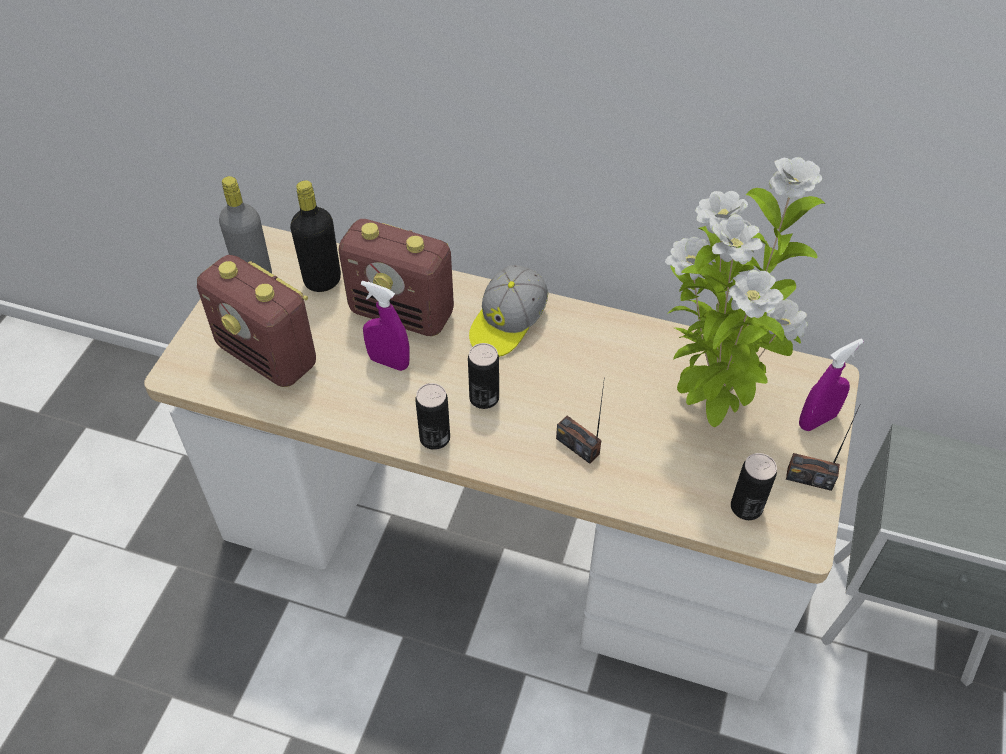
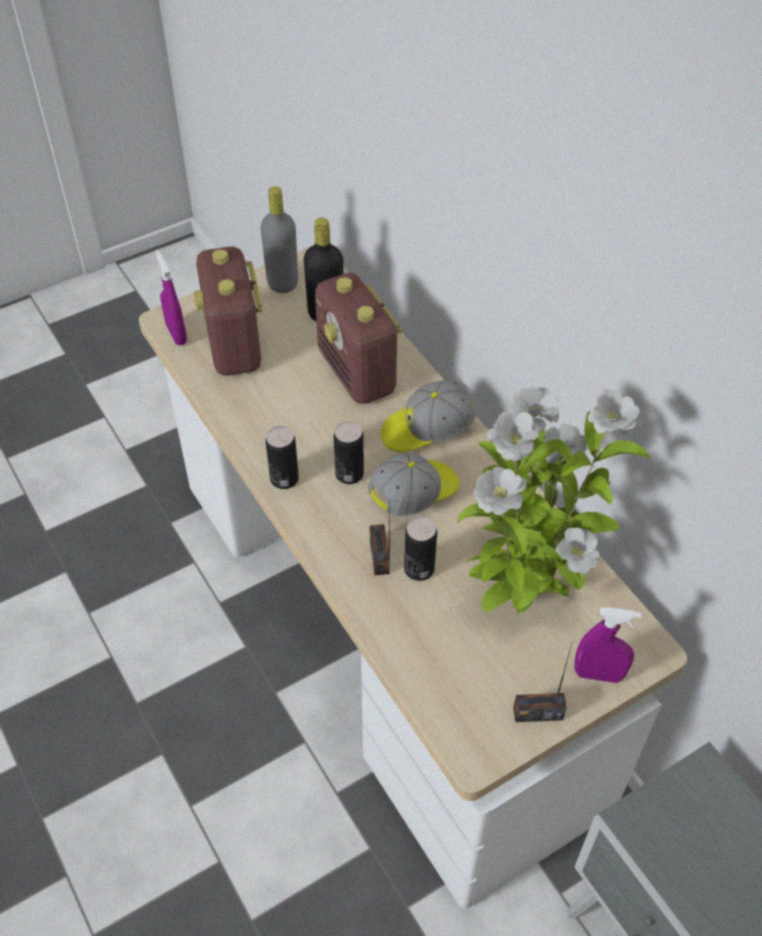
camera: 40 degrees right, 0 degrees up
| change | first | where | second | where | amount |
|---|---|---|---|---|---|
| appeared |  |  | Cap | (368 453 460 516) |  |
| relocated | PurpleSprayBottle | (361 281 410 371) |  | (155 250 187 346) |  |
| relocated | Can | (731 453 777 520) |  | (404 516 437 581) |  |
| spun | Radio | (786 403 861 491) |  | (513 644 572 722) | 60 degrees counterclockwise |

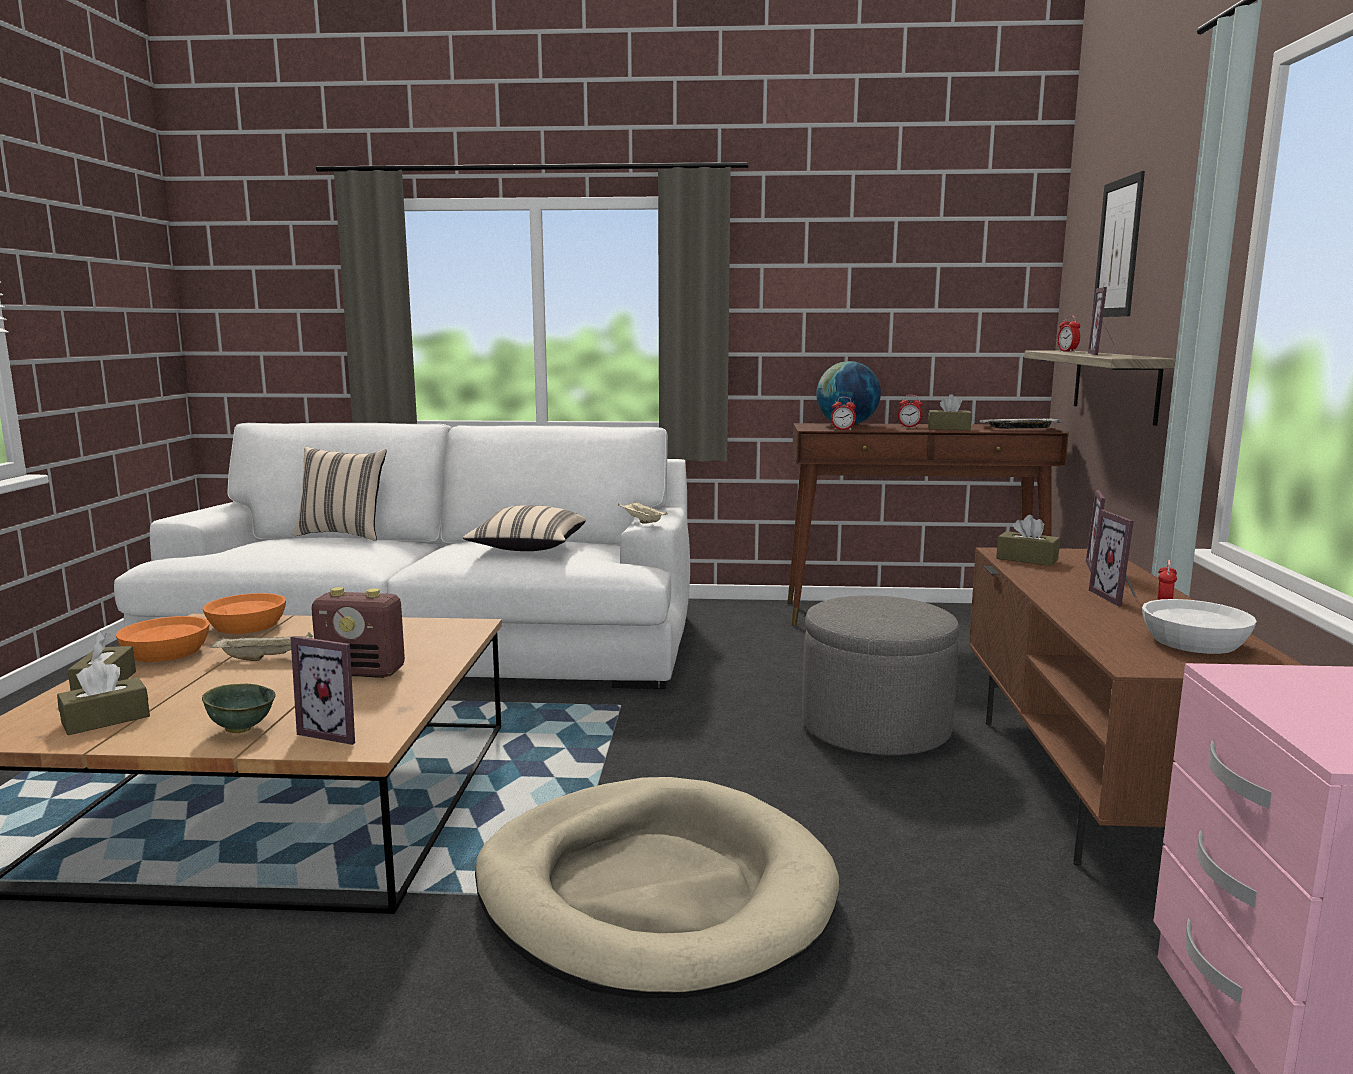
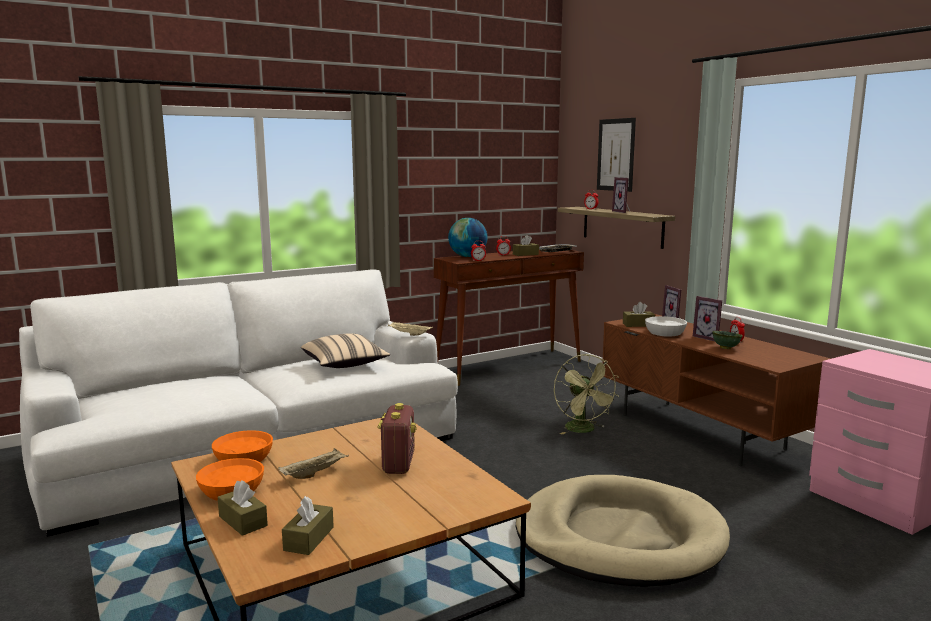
camera: 35 degrees left, 0 degrees up
| change | first | where | second | where | amount |
|---|---|---|---|---|---|
| missing | PictureFrame | (291 636 355 745) |  |  |  |
| missing | BeigePillow | (293 447 387 541) |  |  |  |
| relocated | GreenBowl | (202 684 275 733) |  | (712 331 743 349) |  |
| relocated | WhiteBowl | (1142 599 1257 654) |  | (645 316 687 337) |  |
| exchanged | GreyOttoman | (802 595 960 755) | GreenFan | (554 354 619 434) |  |
| spun | Radio | (311 587 405 678) |  | (378 403 416 474) | 60 degrees counterclockwise |

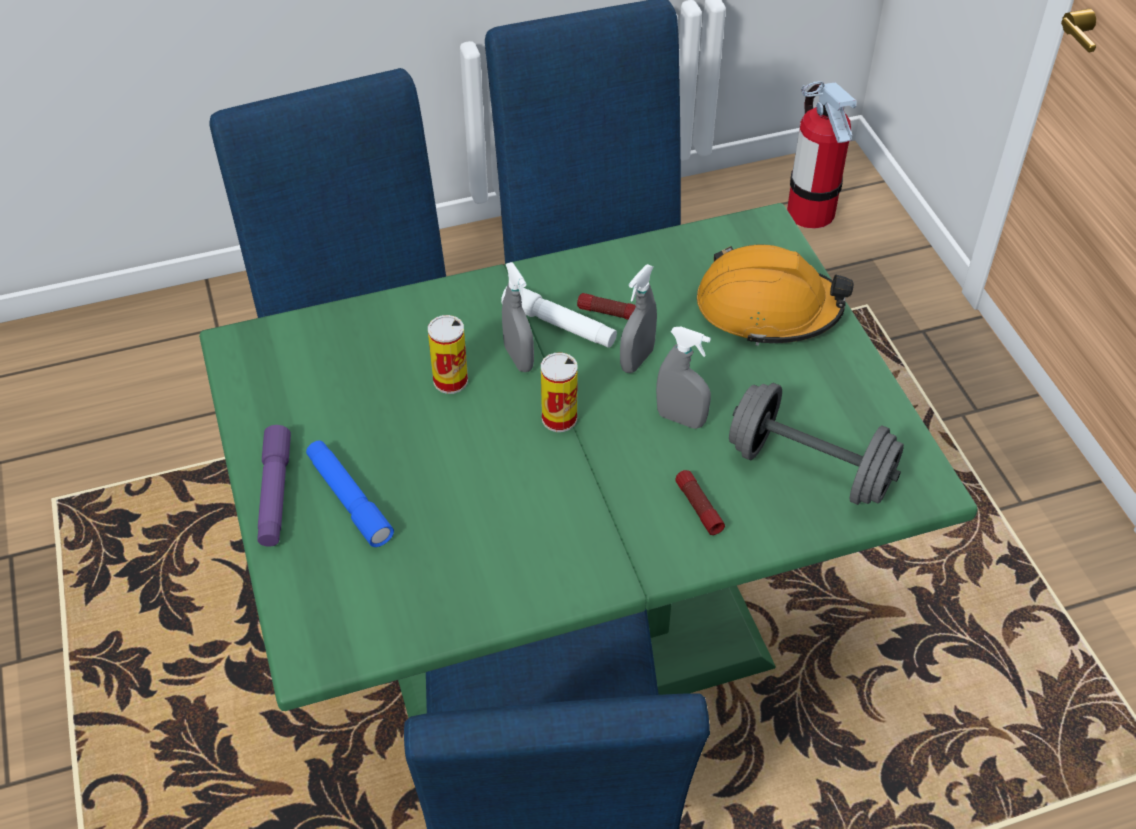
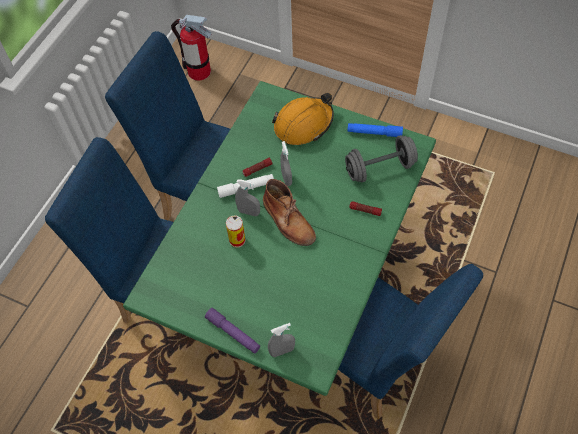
camera: 45 degrees left, 10 degrees up
| change | first | where | second | where | amount |
|---|---|---|---|---|---|
| relocated | BlueFlashlight | (306 440 394 547) |  | (347 123 403 137) |  |
| relocated | GreySprayBottle | (656 327 711 429) |  | (268 323 295 357) |  |
| exchanged | Can | (541 353 578 432) | BrownBoot | (263 179 316 246) |  |

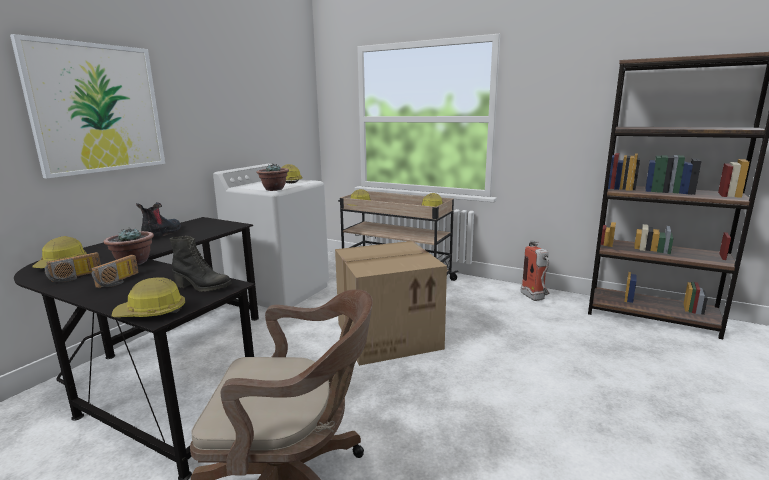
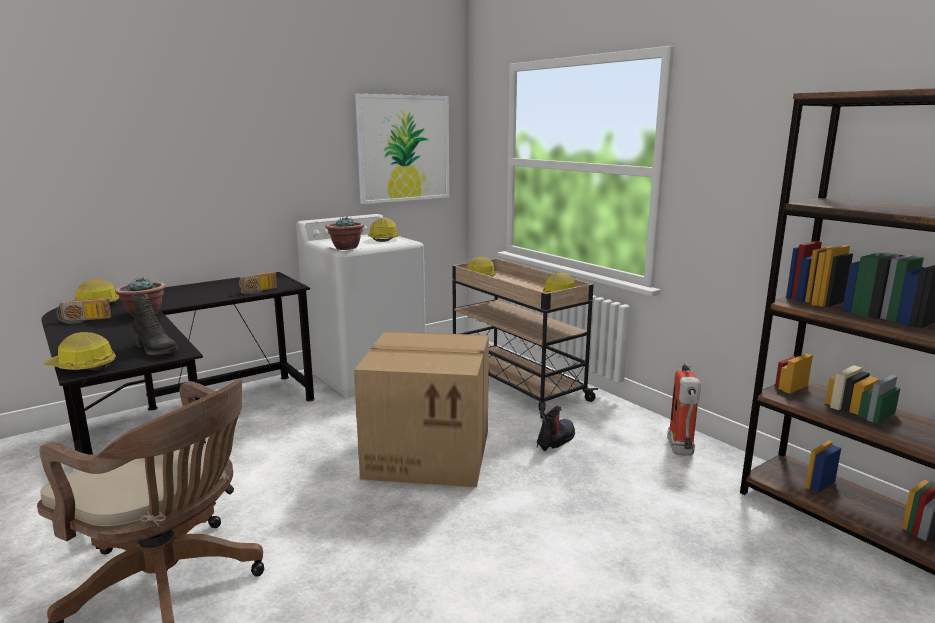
camera: 25 degrees right, 0 degrees up
| change | first | where | second | where | amount |
|---|---|---|---|---|---|
| relocated | Picture | (10 34 165 179) |  | (355 94 449 204) |  |
| relocated | Radio | (92 255 138 288) |  | (239 272 277 294) |  |
| relocated | Boot | (136 202 181 236) |  | (537 405 575 451) |  |

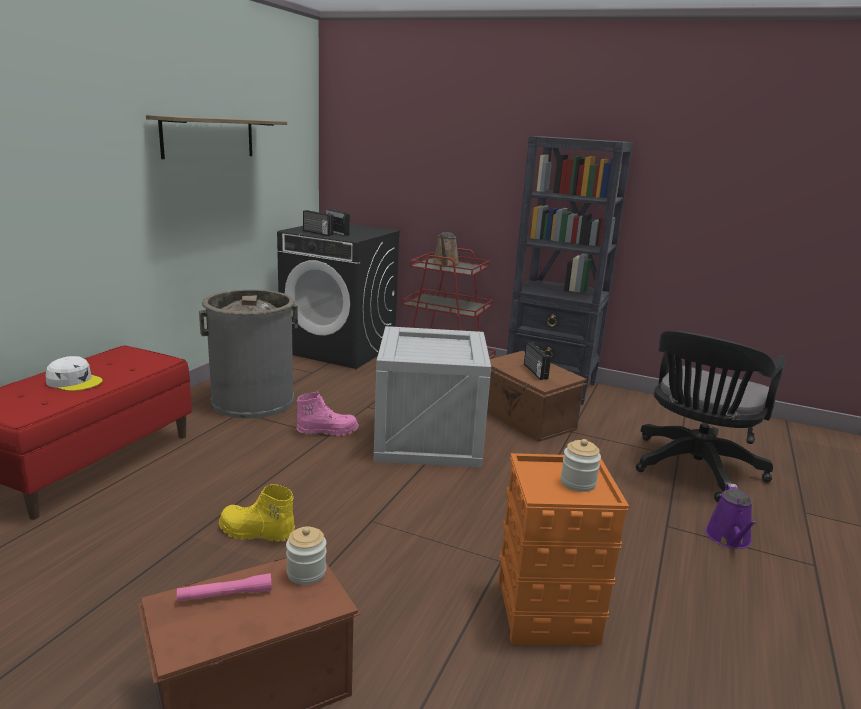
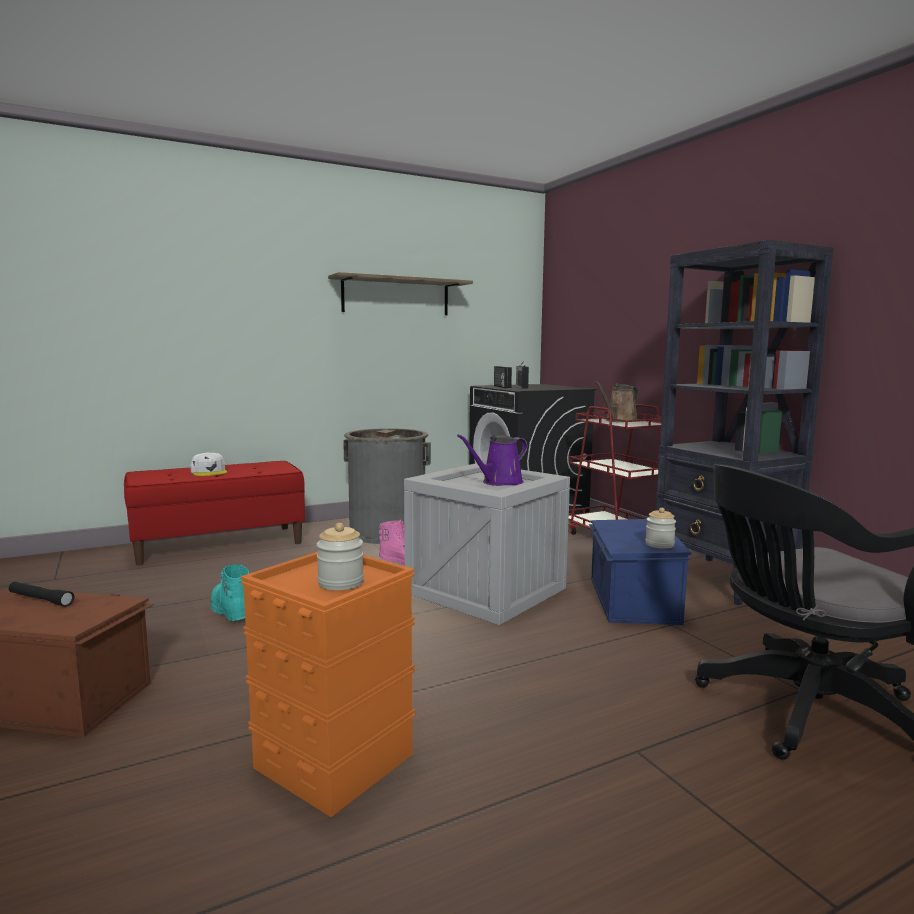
camera: 40 degrees right, 10 degrees down
| change | first | where | second | where | amount |
|---|---|---|---|---|---|
| missing | Radio | (524 342 551 380) |  |  |  |
| relocated | Jar | (286 526 326 585) |  | (645 508 676 549) |  |
| relocated | PurpleWateringCan | (705 483 756 549) |  | (457 435 527 486) |  |
| colour | PinkFlashlight | (177 573 272 602) | BlackFlashlight | (9 582 74 607) |  |
| colour | YellowBoot | (219 484 295 542) | TurquoiseBoot | (211 565 249 621) |  |
| colour | BrownStorageBox | (487 351 587 442) | BlueStorageBox | (589 519 692 625) |  |

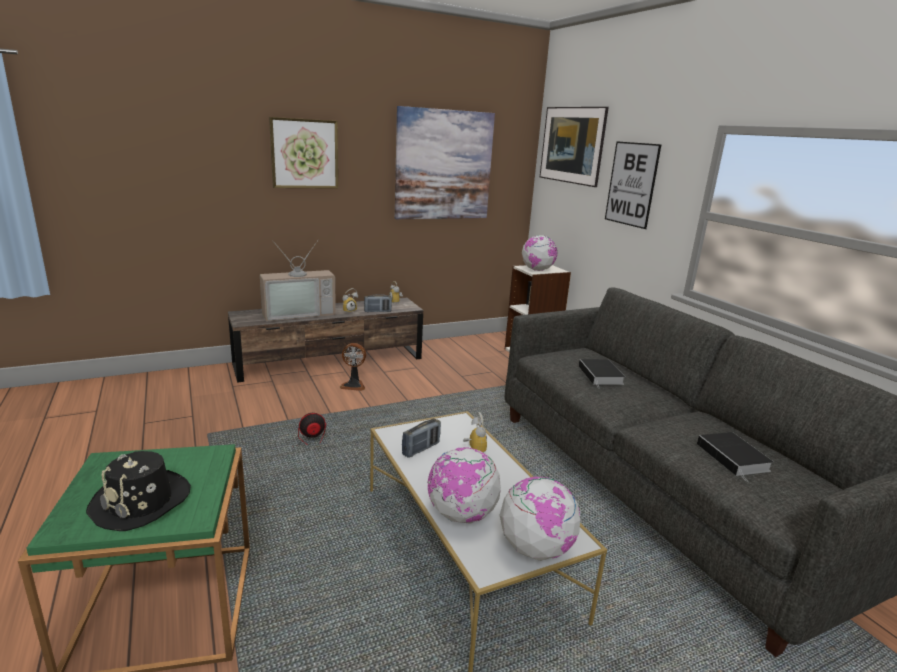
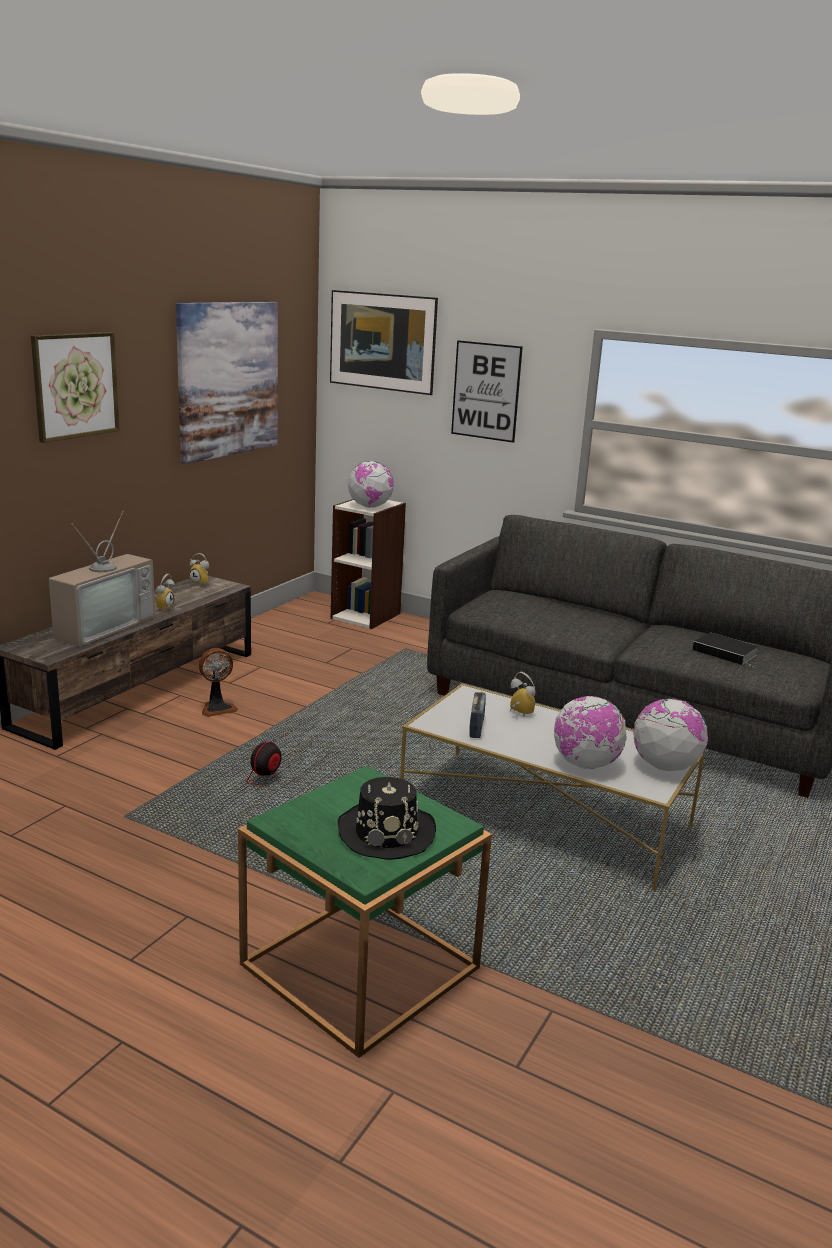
camera: 35 degrees left, 0 degrees up
| change | first | where | second | where | amount |
|---|---|---|---|---|---|
| missing | Radio | (364 294 392 312) |  |  |  |
| missing | Book | (579 359 625 388) |  |  |  |

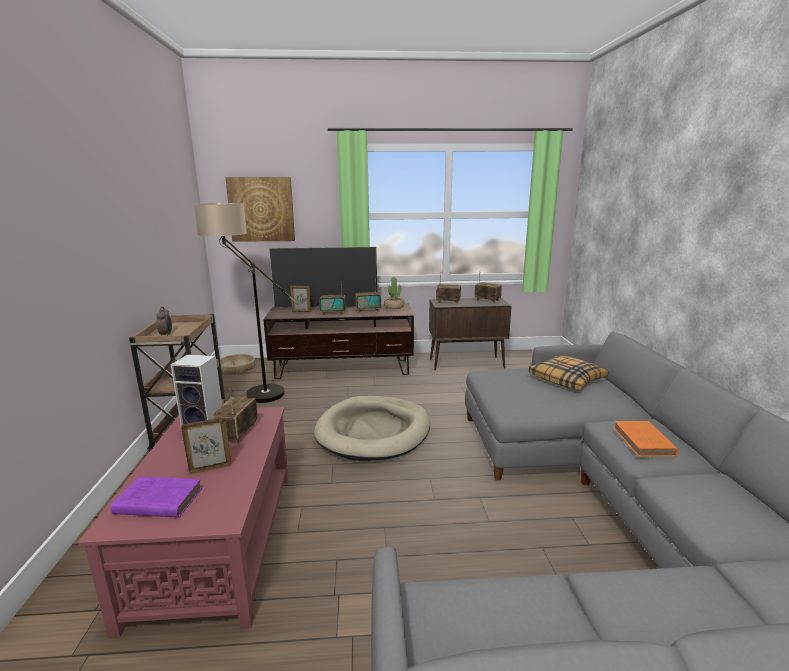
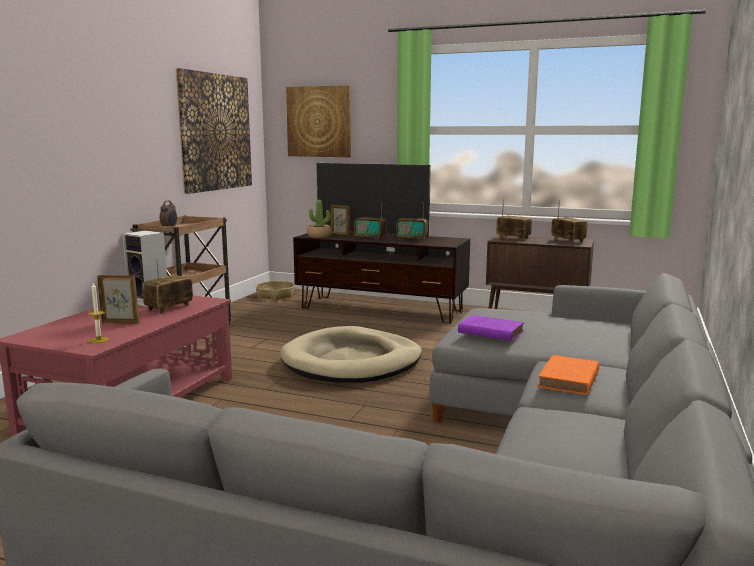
camera: 25 degrees right, 5 degrees down
| change | first | where | second | where | amount |
|---|---|---|---|---|---|
| missing | FloorLamp | (193 203 298 403) |  |  |  |
| missing | Pillow | (529 355 609 390) |  |  |  |
| appeared |  |  | Candle | (88 283 109 343) |  |
| appeared |  |  | Picture | (176 68 252 194) |  |
| relocated | PurpleBook | (111 476 202 518) |  | (458 315 524 341) |  |
| relocated | PottedPlant | (384 277 404 309) |  | (307 200 331 238) |  |

